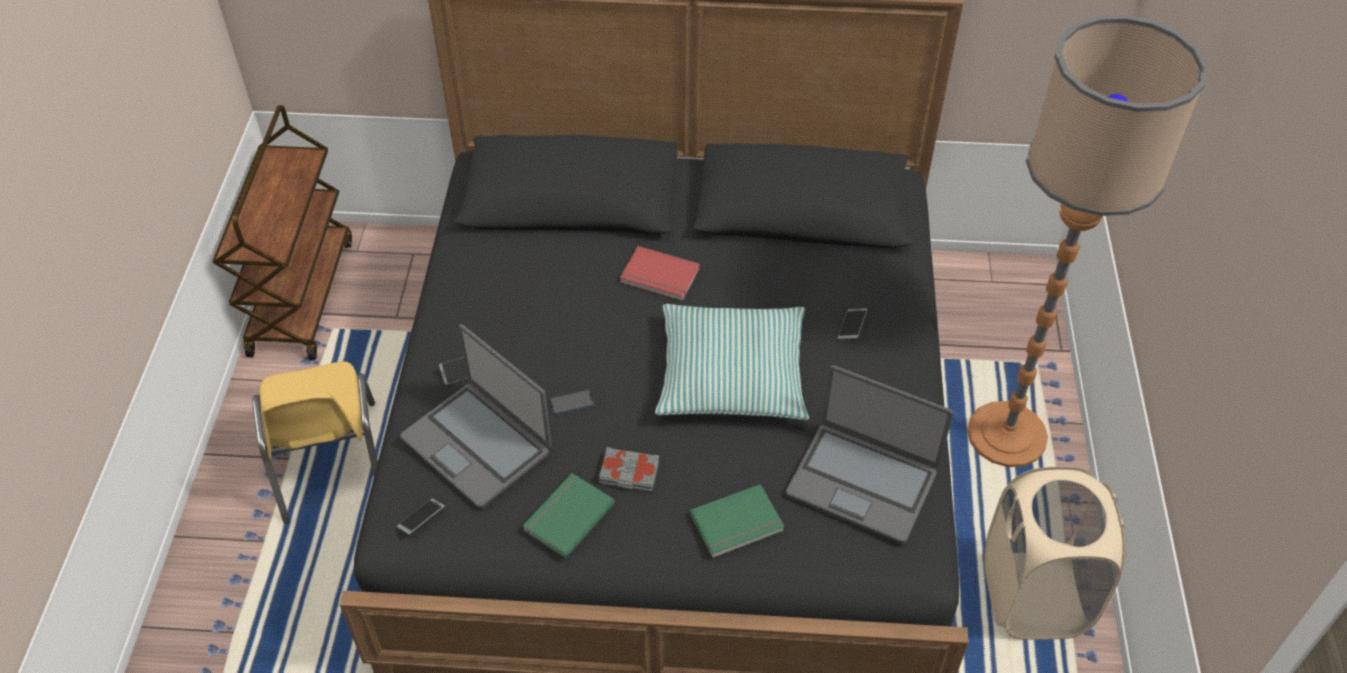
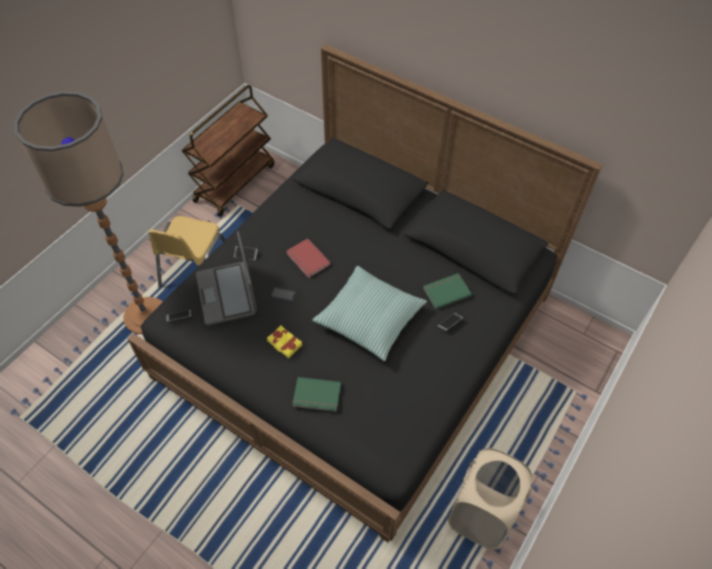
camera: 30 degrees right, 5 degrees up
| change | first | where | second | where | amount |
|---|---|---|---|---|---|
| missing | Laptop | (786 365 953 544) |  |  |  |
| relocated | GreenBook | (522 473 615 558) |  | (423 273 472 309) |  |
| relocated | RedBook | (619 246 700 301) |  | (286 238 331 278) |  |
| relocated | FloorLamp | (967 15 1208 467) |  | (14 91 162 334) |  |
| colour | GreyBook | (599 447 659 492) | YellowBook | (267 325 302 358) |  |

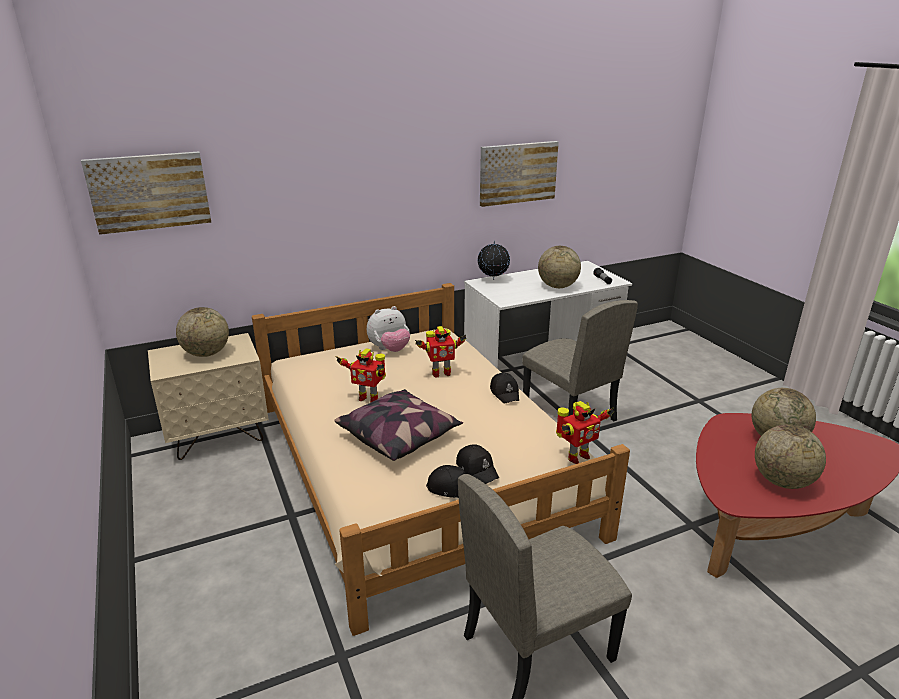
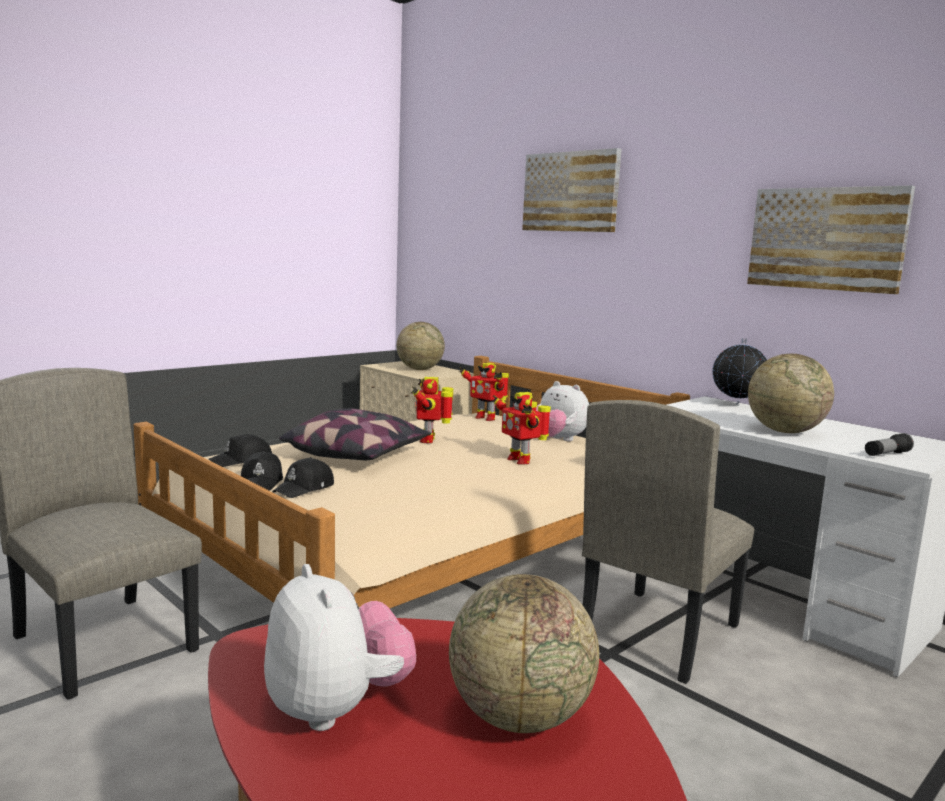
camera: 70 degrees right, 15 degrees down
| change | first | where | second | where | amount |
|---|---|---|---|---|---|
| relocated | Picture | (81 151 211 235) |  | (522 148 622 232) |  |
| relocated | BlackCap | (490 373 519 404) |  | (209 434 272 467) |  |
| relocated | ToyRobot | (556 401 614 464) |  | (459 362 509 421) |  |
| exchanged | Globe | (755 425 826 489) | PlushToy | (264 564 416 731) |  |

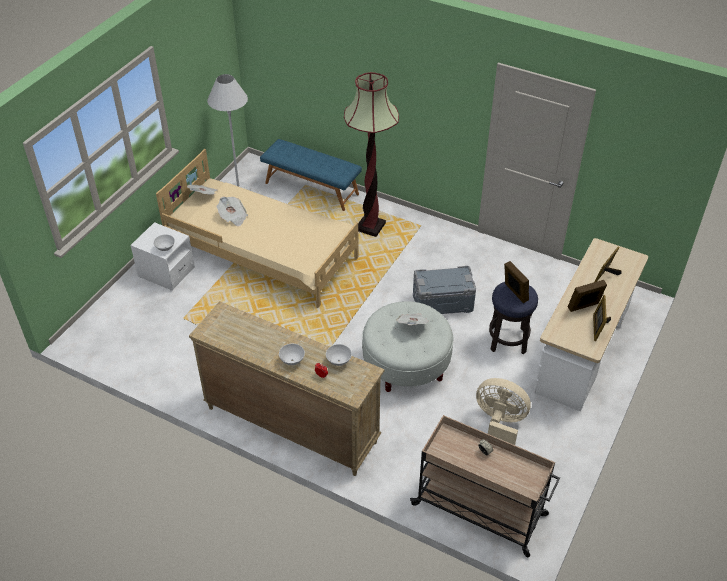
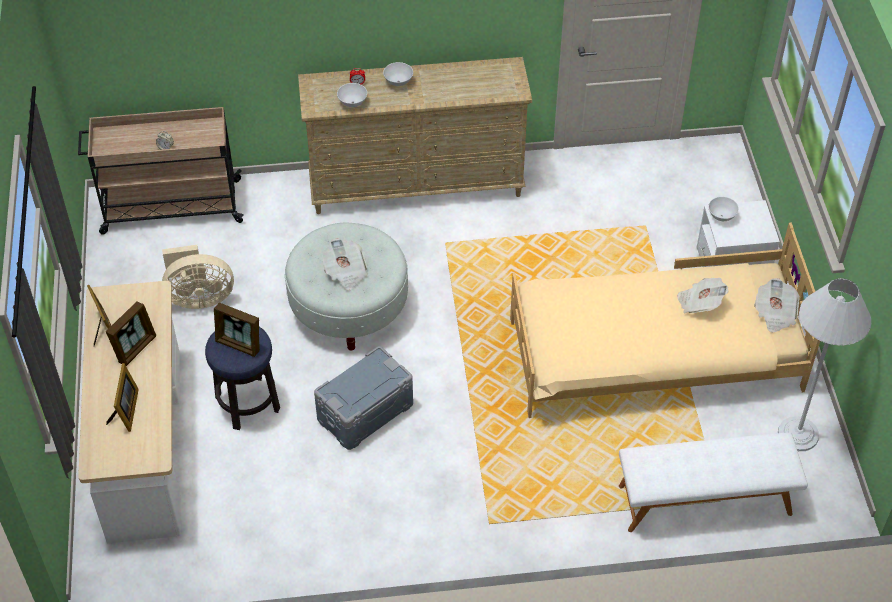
camera: 145 degrees right, 5 degrees up
| change | first | where | second | where | amount |
|---|---|---|---|---|---|
| missing | FloorLamp | (344 72 399 237) |  |  |  |
| colour | BlueBench | (260 139 362 211) | WhiteBench | (619 432 808 532) |  |

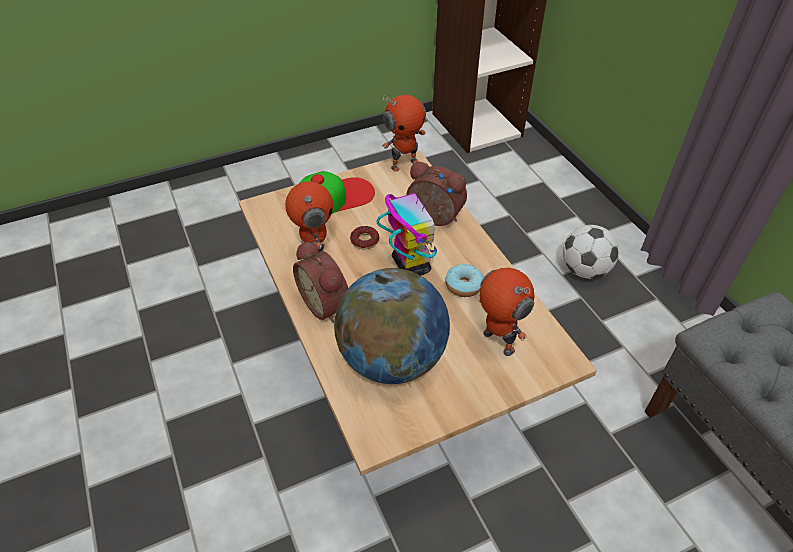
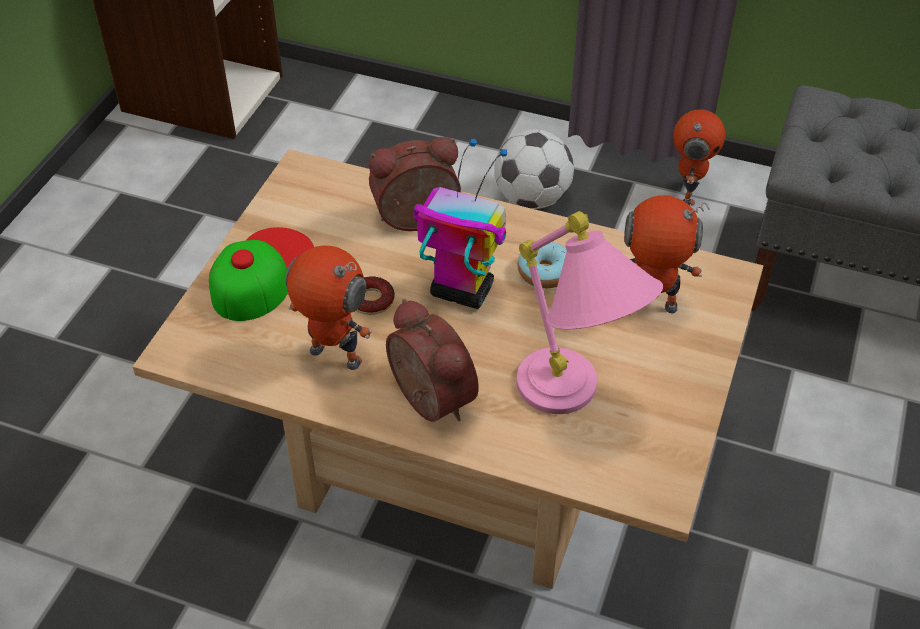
camera: 45 degrees left, 0 degrees up
| change | first | where | second | where | amount |
|---|---|---|---|---|---|
| relocated | ToyRobot | (382 95 426 172) |  | (673 109 725 206) |  |
| exchanged | Globe | (334 268 450 384) | PinkTableLamp | (516 211 663 414) |  |
| spun | AlarmClock | (293 241 348 323) |  | (386 299 479 422) | 135 degrees counterclockwise |

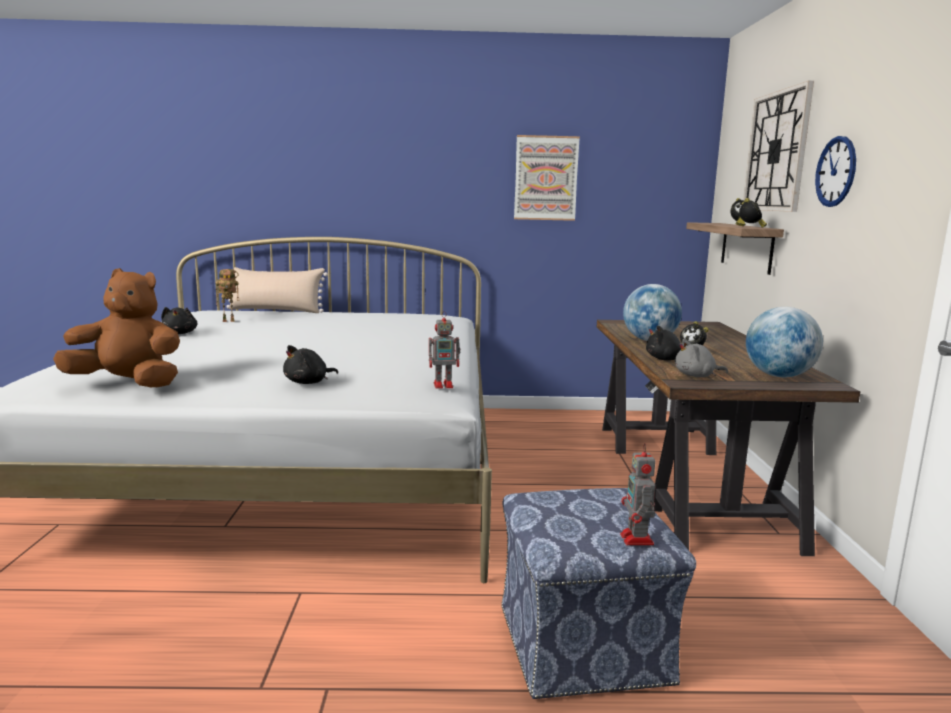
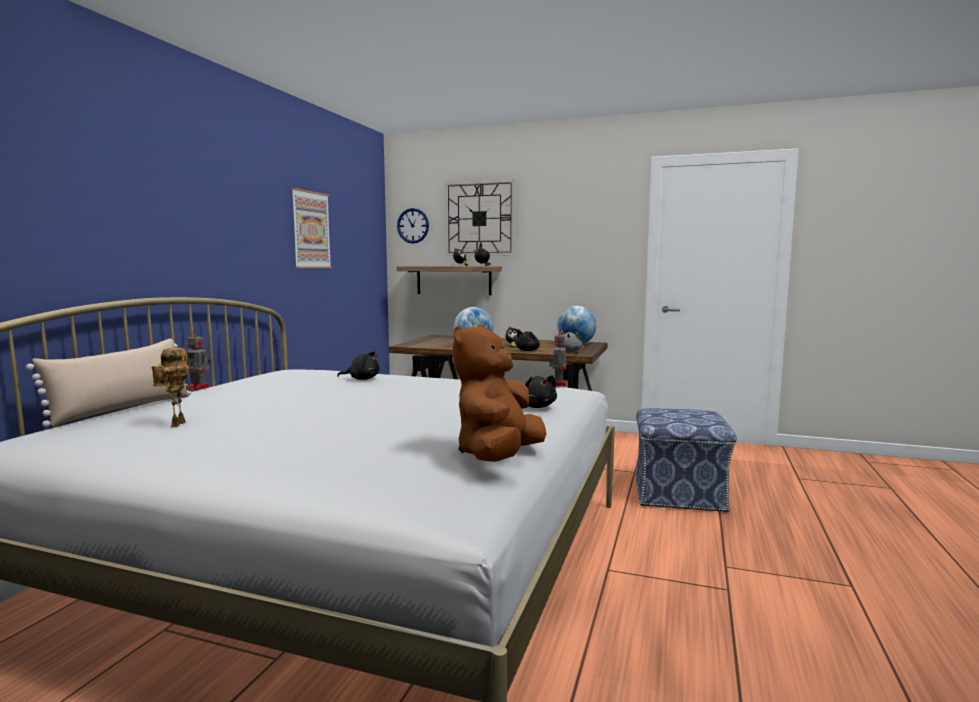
camera: 70 degrees left, 5 degrees down
| change | first | where | second | where | amount |
|---|---|---|---|---|---|
| relocated | BlackPlushToy | (161 307 198 334) |  | (337 351 380 380) |  |
| relocated | ToyRobot | (620 444 656 546) |  | (186 331 211 390) |  |
| relocated | WallClock | (815 136 856 207) |  | (397 208 429 243) |  |

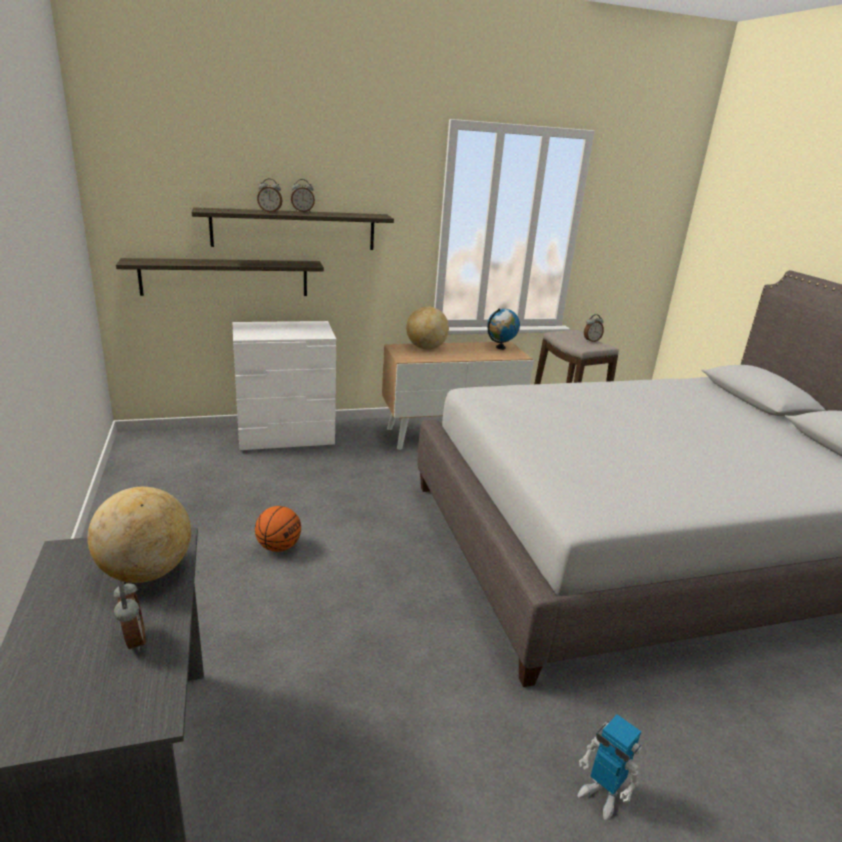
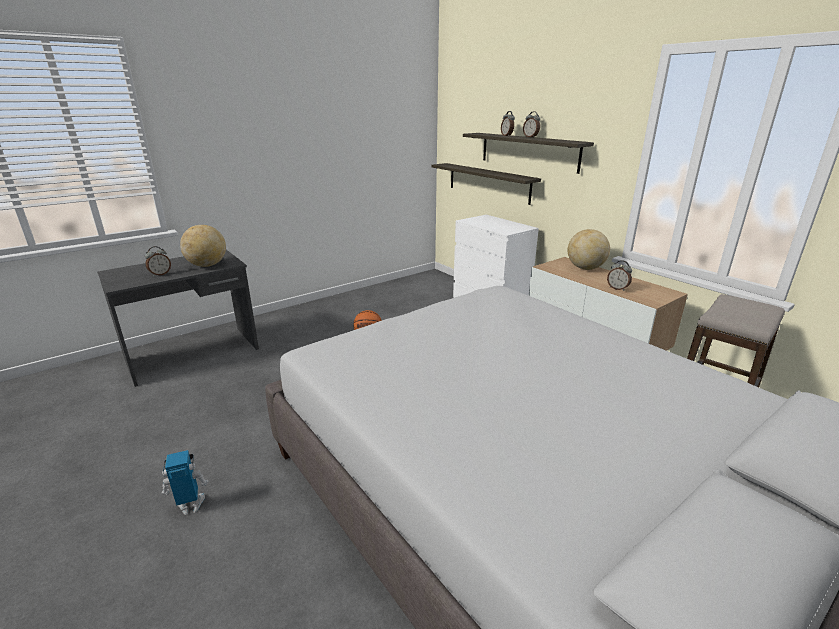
camera: 70 degrees right, 0 degrees up
| change | first | where | second | where | amount |
|---|---|---|---|---|---|
| missing | Globe | (487 308 520 350) |  |  |  |
| relocated | AlarmClock | (584 314 604 342) |  | (607 260 632 291) |  |
| spun | ToyRobot | (577 714 642 820) |  | (162 450 209 515) | 45 degrees clockwise |

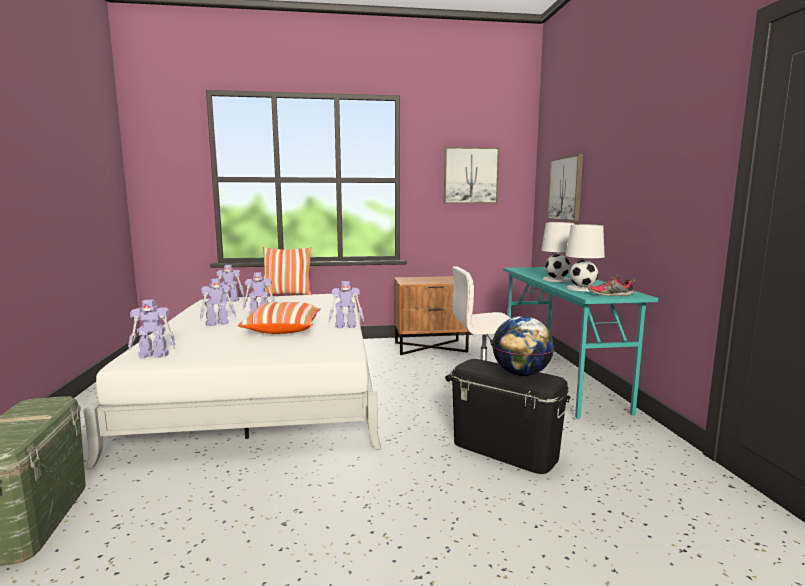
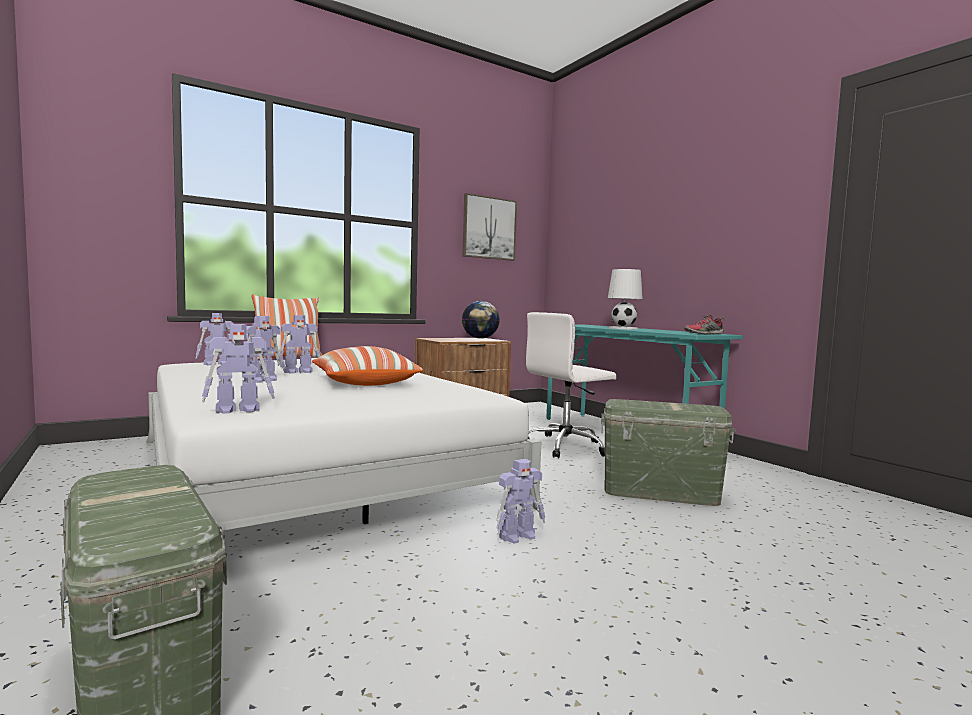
camera: 25 degrees left, 5 degrees down
| change | first | where | second | where | amount |
|---|---|---|---|---|---|
| missing | Picture | (547 154 583 222) |  |  |  |
| missing | WhiteTableLamp | (565 225 605 292) |  |  |  |
| relocated | ToyRobot | (329 281 364 329) |  | (496 459 545 544) |  |
| relocated | Globe | (492 316 554 376) |  | (462 301 500 339) |  |
| colour | BlackStorageBox | (450 359 571 474) | GreenStorageBox | (601 399 735 506) |  |

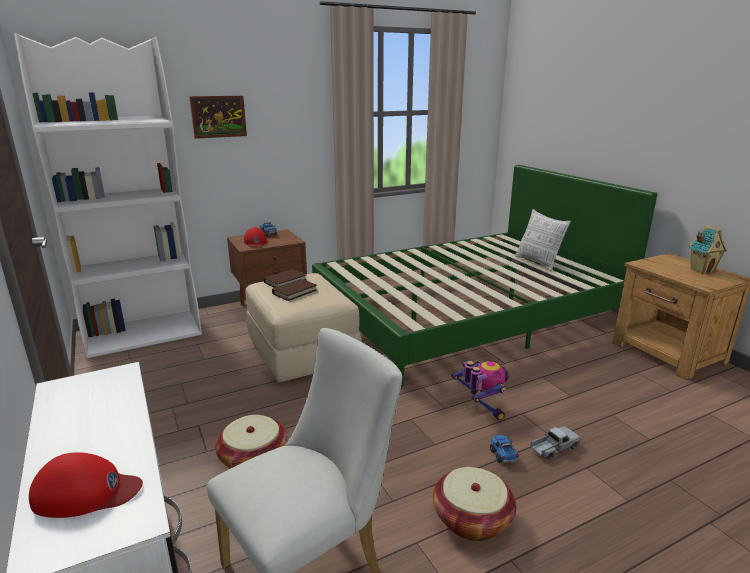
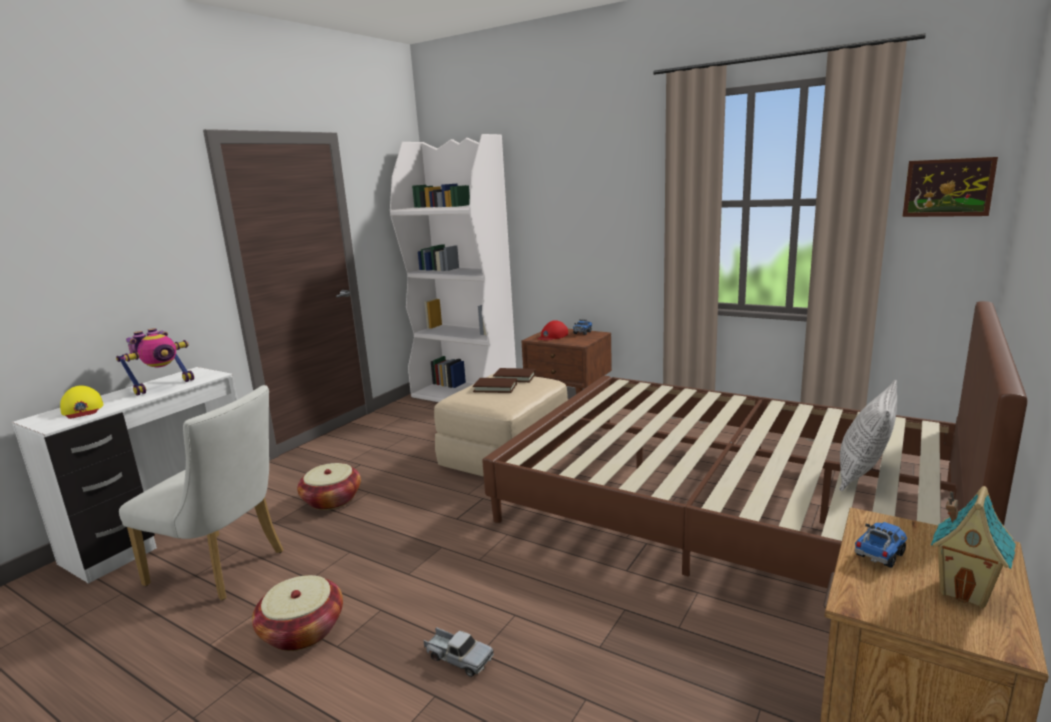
camera: 60 degrees right, 5 degrees down
| change | first | where | second | where | amount |
|---|---|---|---|---|---|
| relocated | Picture | (189 96 247 139) |  | (902 157 998 217) |  |
| relocated | ToyRobot | (451 361 509 420) |  | (116 328 194 396) |  |
| relocated | ToyTruck | (490 435 519 463) |  | (855 522 908 568) |  |
| colour | RedCap | (29 452 143 518) | YellowCap | (60 385 103 419) |  |
| colour | GreenBed | (312 165 657 387) | BrownBed | (482 301 1027 588) |  |

